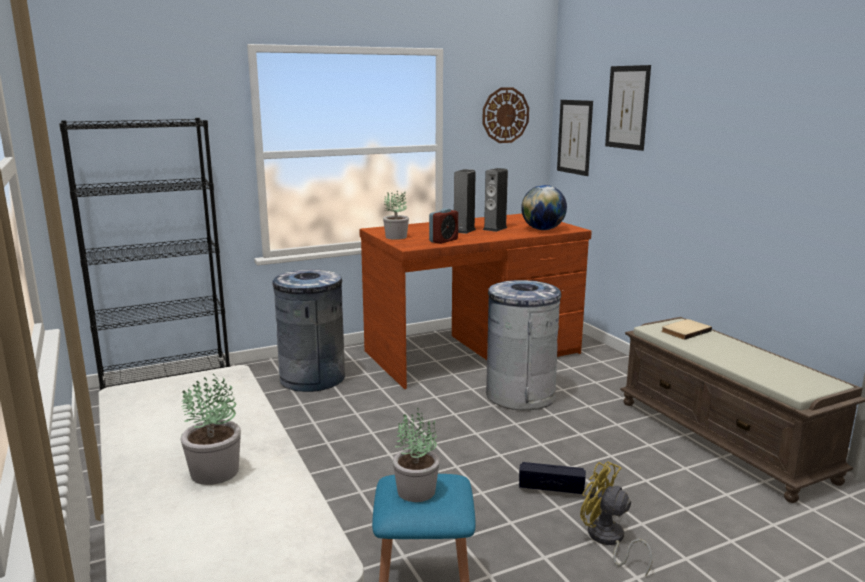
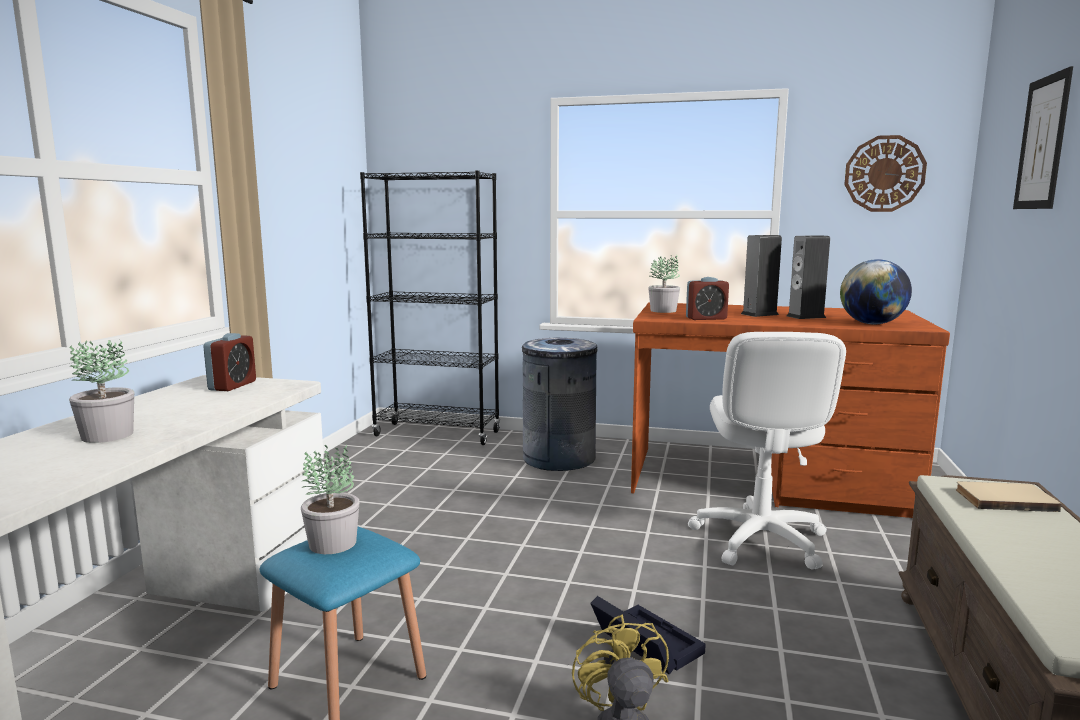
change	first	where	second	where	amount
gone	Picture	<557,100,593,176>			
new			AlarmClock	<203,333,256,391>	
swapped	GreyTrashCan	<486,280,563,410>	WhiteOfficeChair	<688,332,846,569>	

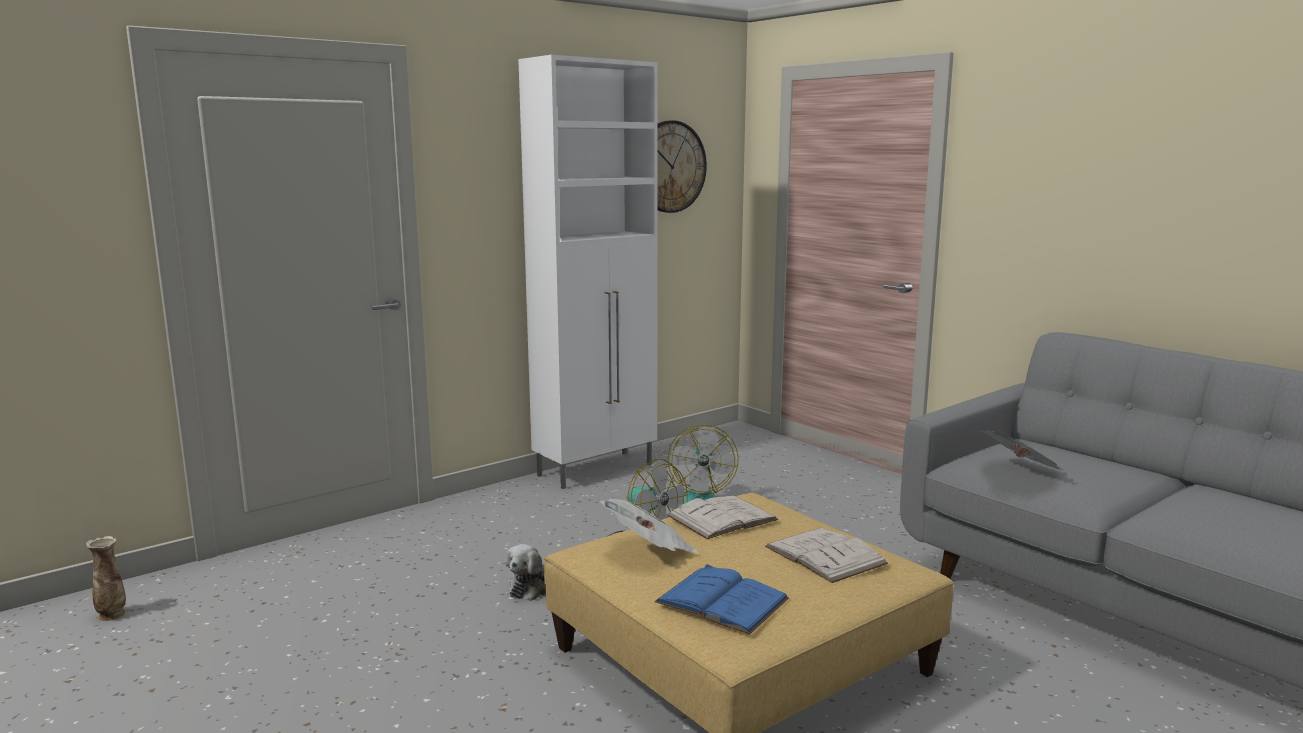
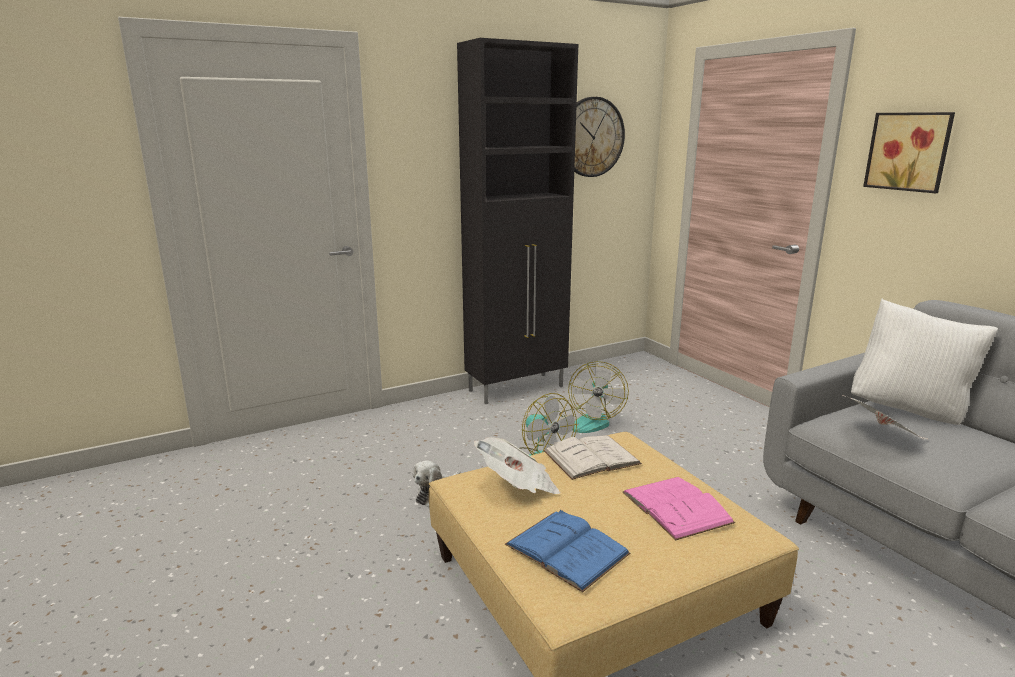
change	first	where	second	where	amount
gone	Vase	<86,536,126,621>			
new			WhitePillow	<851,299,998,425>	
new			Picture	<863,112,955,193>	
repainted	WhiteCabinet	<518,55,658,489>	BlackCabinet	<457,38,578,404>	
repainted	WhiteBook	<765,528,888,583>	PinkBook	<623,477,735,541>	

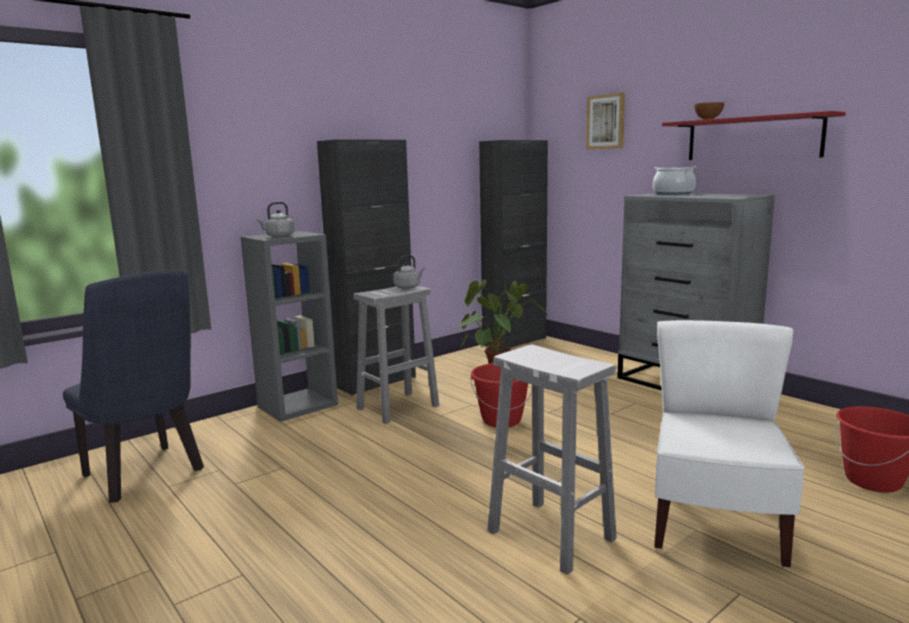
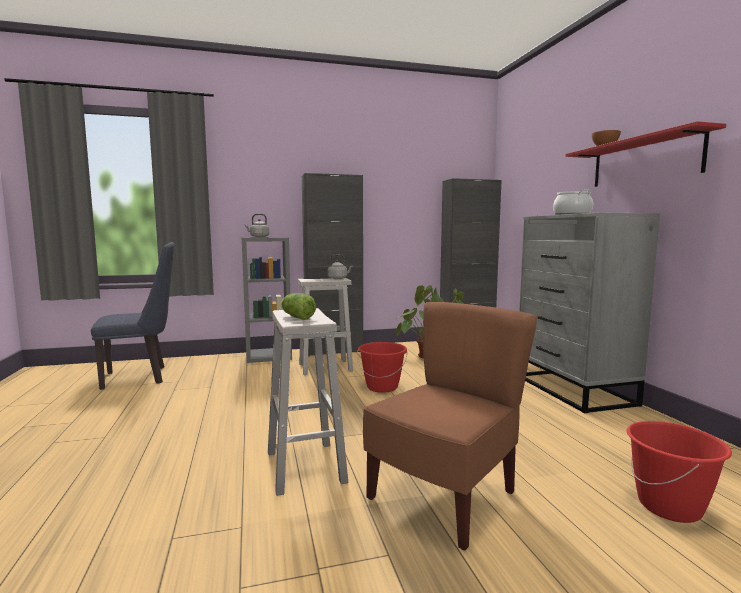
change	first	where	second	where	amount
gone	Picture	<586,93,625,149>			
new			Lettuce	<281,293,316,320>	
repainted	WhiteChair	<655,320,804,568>	BrownChair	<363,302,537,550>	
rotated	BlueChair	<63,270,204,503>		<91,242,174,390>	90 degrees counterclockwise

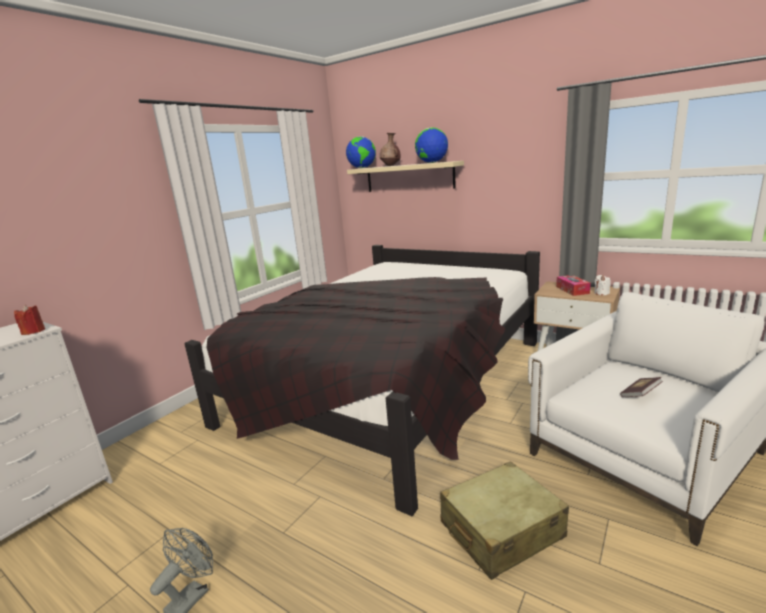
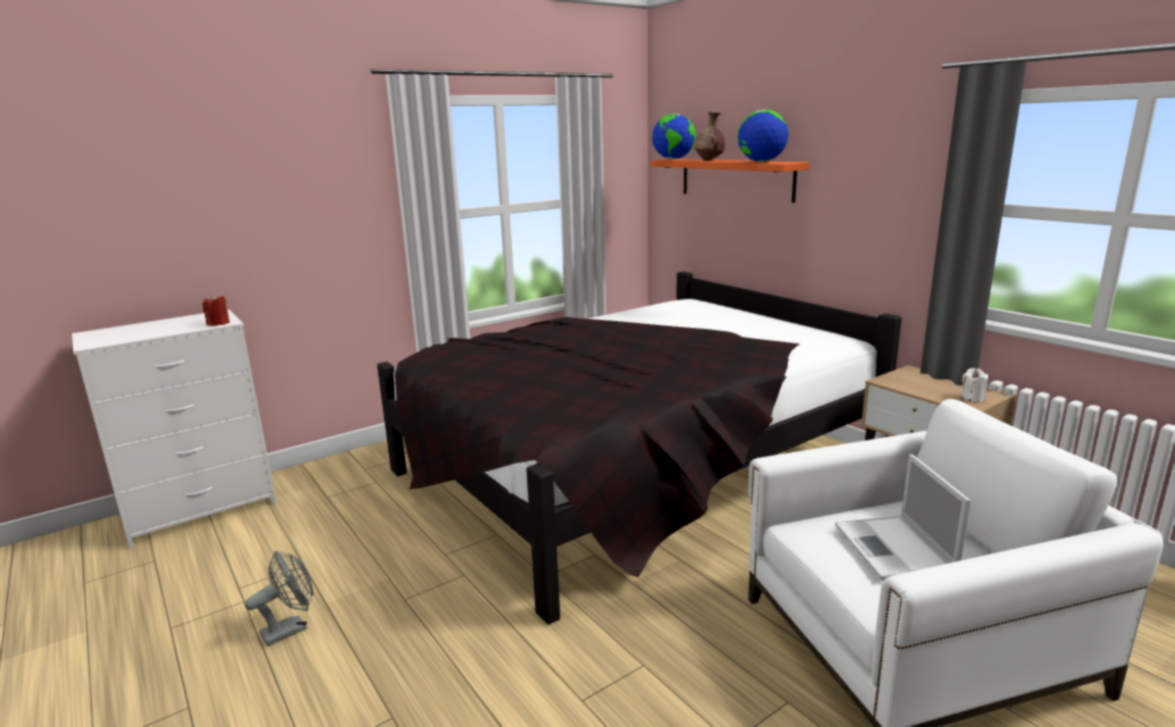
change	first	where	second	where	amount
gone	BeigeSuitcase	<440,461,569,580>			
gone	TissueBox	<556,275,591,296>			
swapped	Book	<620,377,663,397>	Laptop	<835,454,971,581>	
repainted	BeigeShelf	<347,161,464,192>	OrangeShelf	<651,159,810,203>	

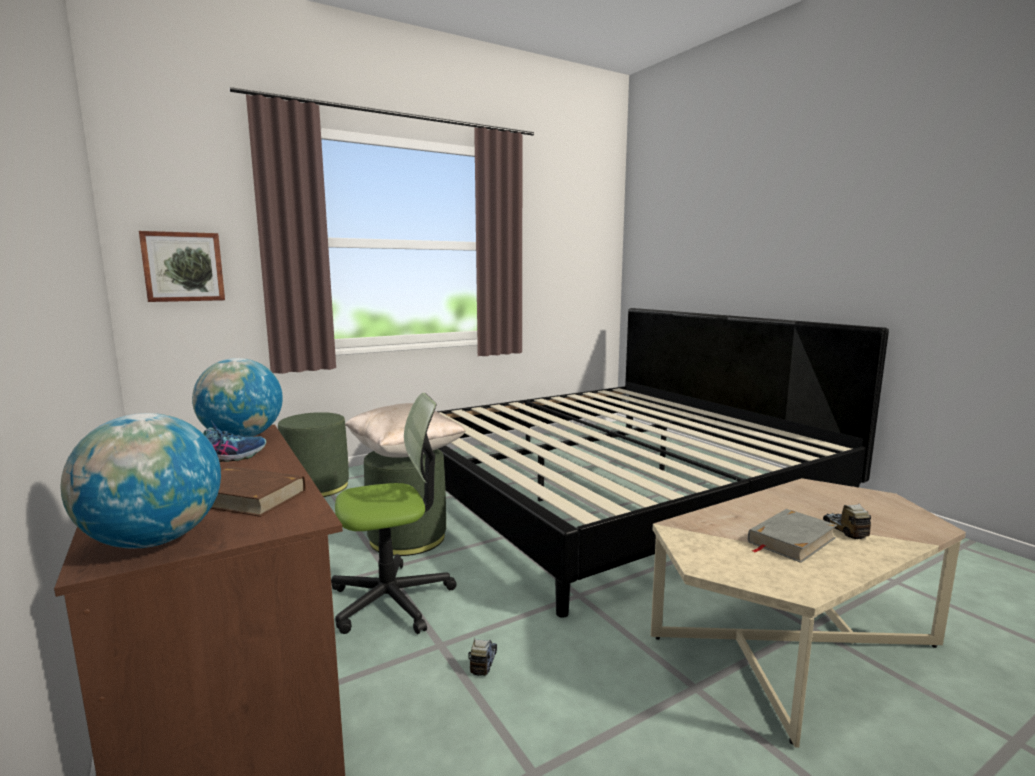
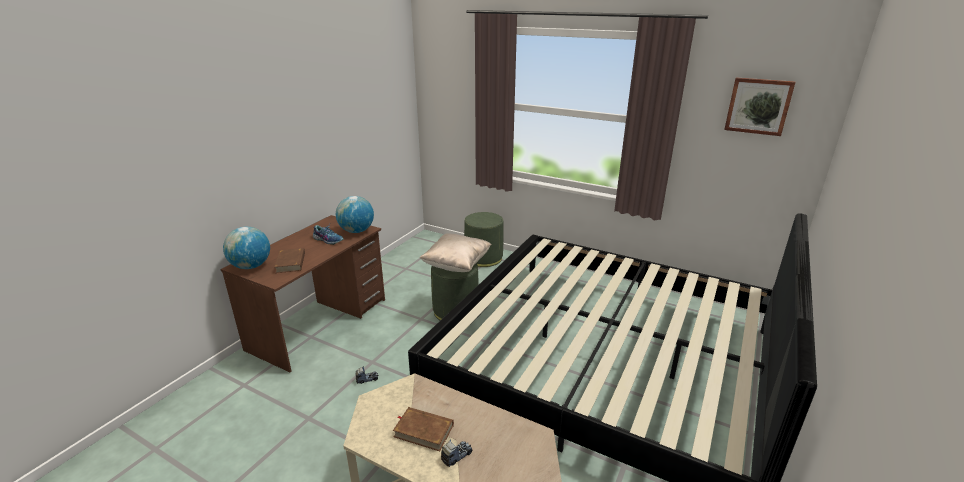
change	first	where	second	where	amount
gone	OfficeChair	<331,393,457,634>			
shifted	Picture	<139,231,225,302>		<724,77,795,136>	
repainted	GreyBook	<748,509,837,563>	BrownBook	<393,407,454,451>	

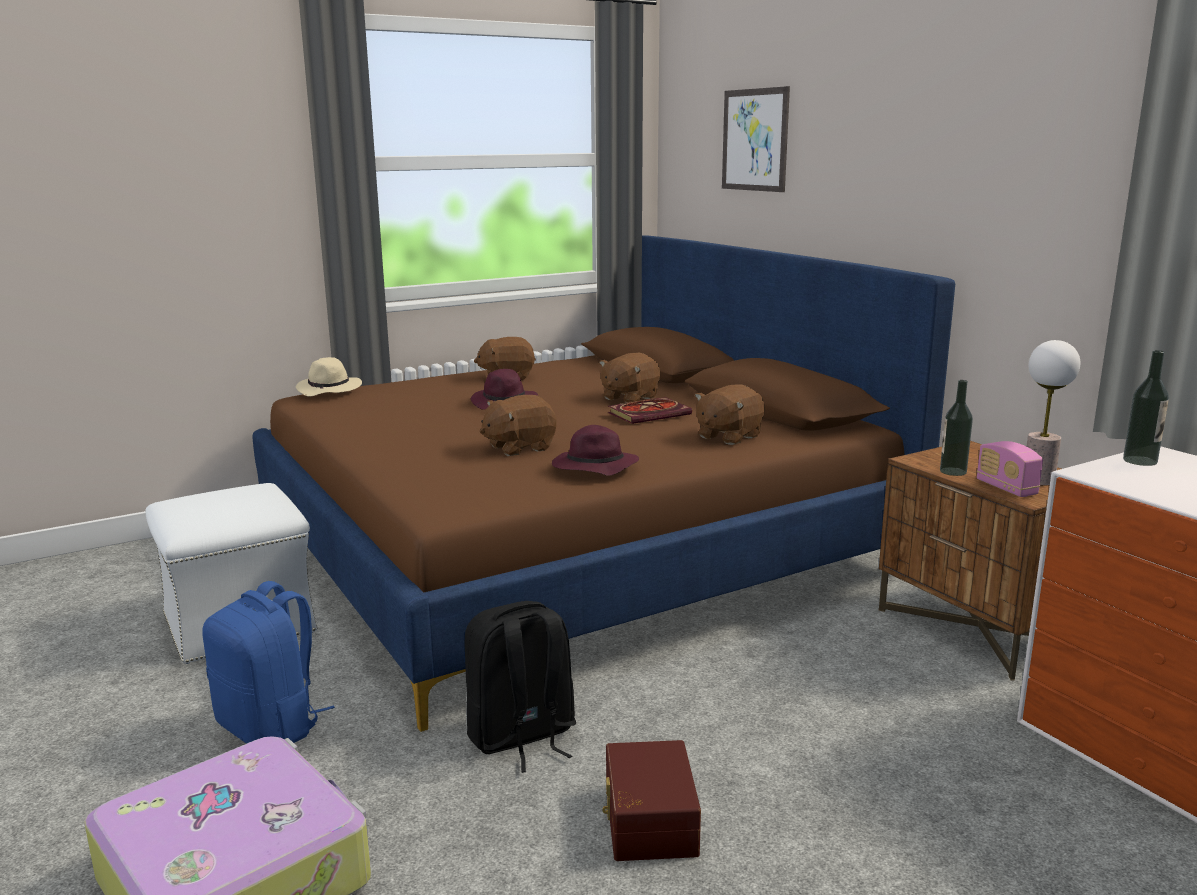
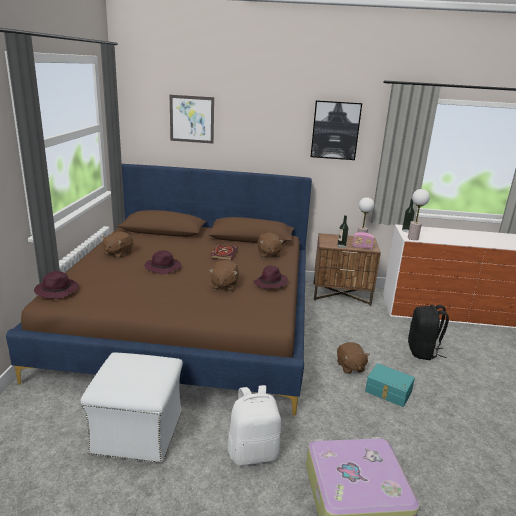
change	first	where	second	where	amount
new			Picture	<311,100,362,160>	
new			TableLamp	<408,189,430,240>	
shifted	BlackBackpack	<464,601,576,773>		<408,305,449,360>	
shifted	BrownPlushToy	<599,353,660,403>		<337,342,370,374>	
repainted	BlueBackpack	<203,581,335,744>	WhiteBackpack	<228,385,281,466>	
repainted	BeigeHat	<296,357,362,397>	PurpleHat	<34,271,79,299>	
repainted	BrownStorageBox	<602,740,701,861>	TurquoiseStorageBox	<365,363,415,407>	

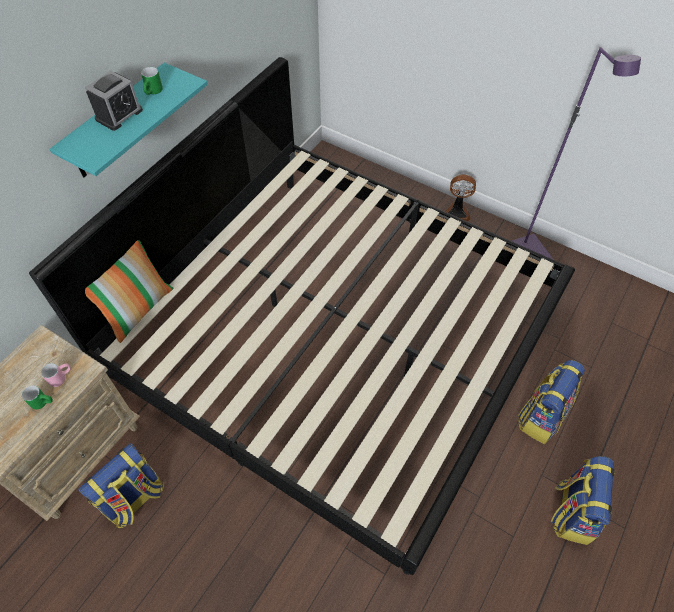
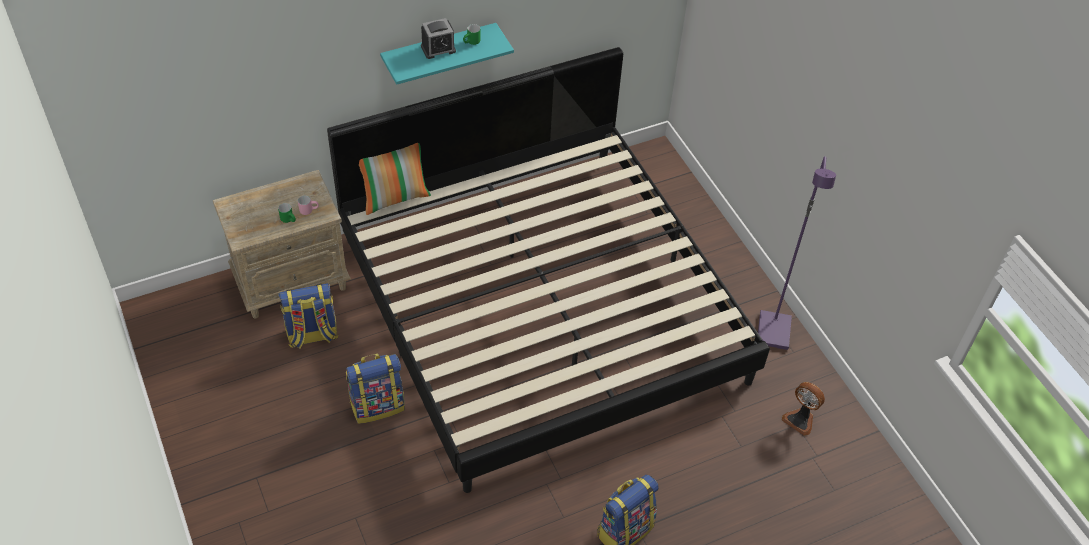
change	first	where	second	where	amount
shifted	Fan	<445,175,476,222>		<782,382,825,436>	
shifted	Backpack	<518,360,585,444>		<346,353,405,424>	

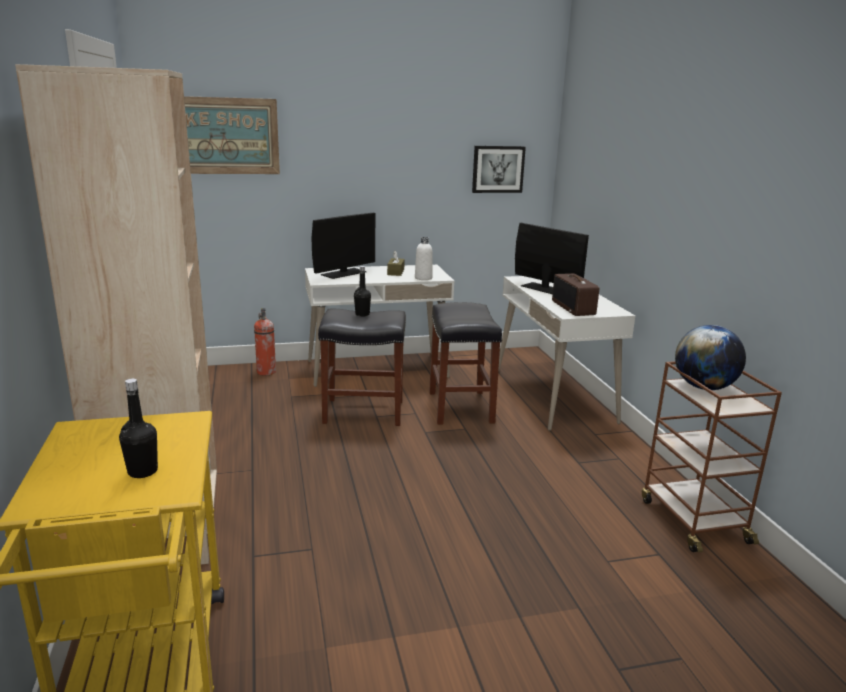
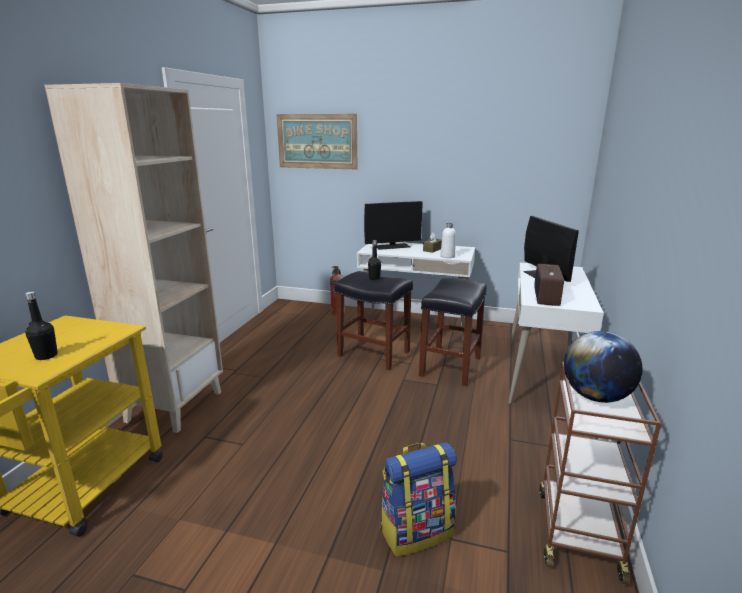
change	first	where	second	where	amount
gone	Picture	<472,146,526,193>			
new			Backpack	<380,442,457,557>	

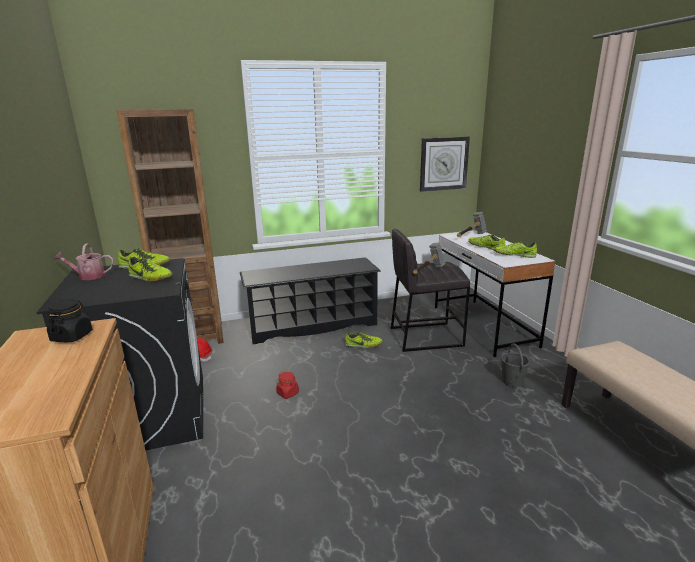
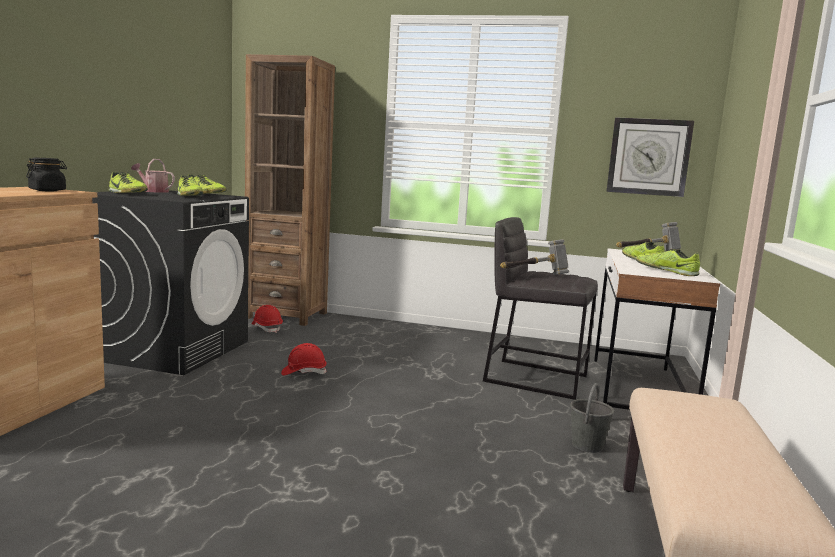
change	first	where	second	where	amount
gone	BlackShoeRack	<240,257,381,344>			
shifted	Shoe	<345,332,383,348>		<109,172,148,193>	
swapped	RedJar	<276,372,299,399>	RedHardHat	<281,343,327,376>	

